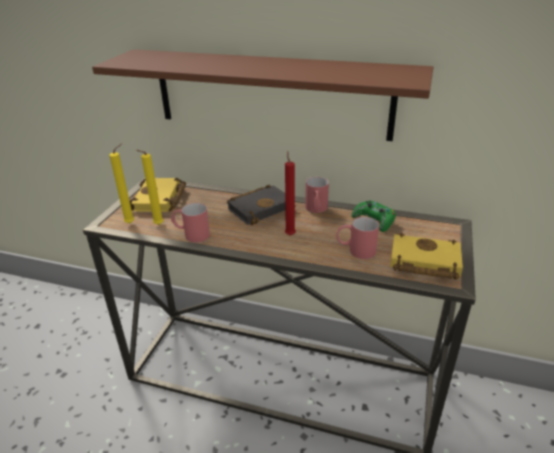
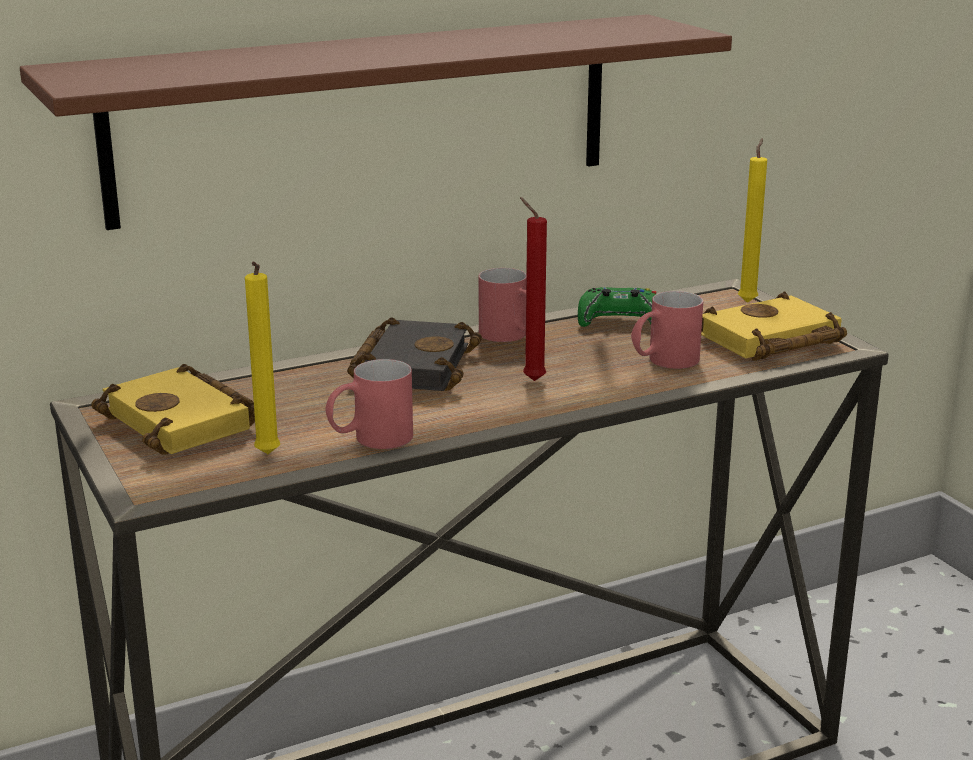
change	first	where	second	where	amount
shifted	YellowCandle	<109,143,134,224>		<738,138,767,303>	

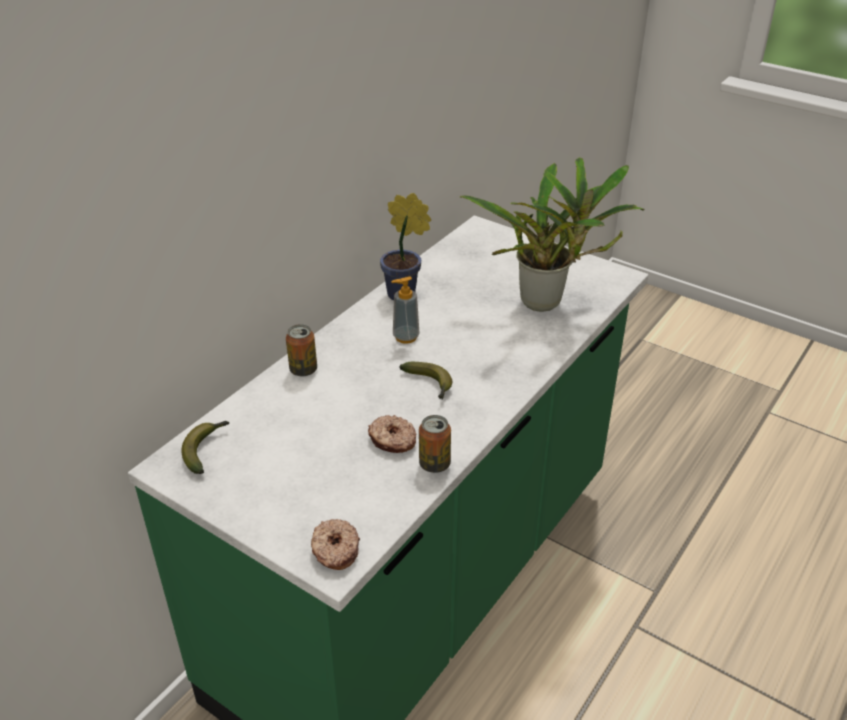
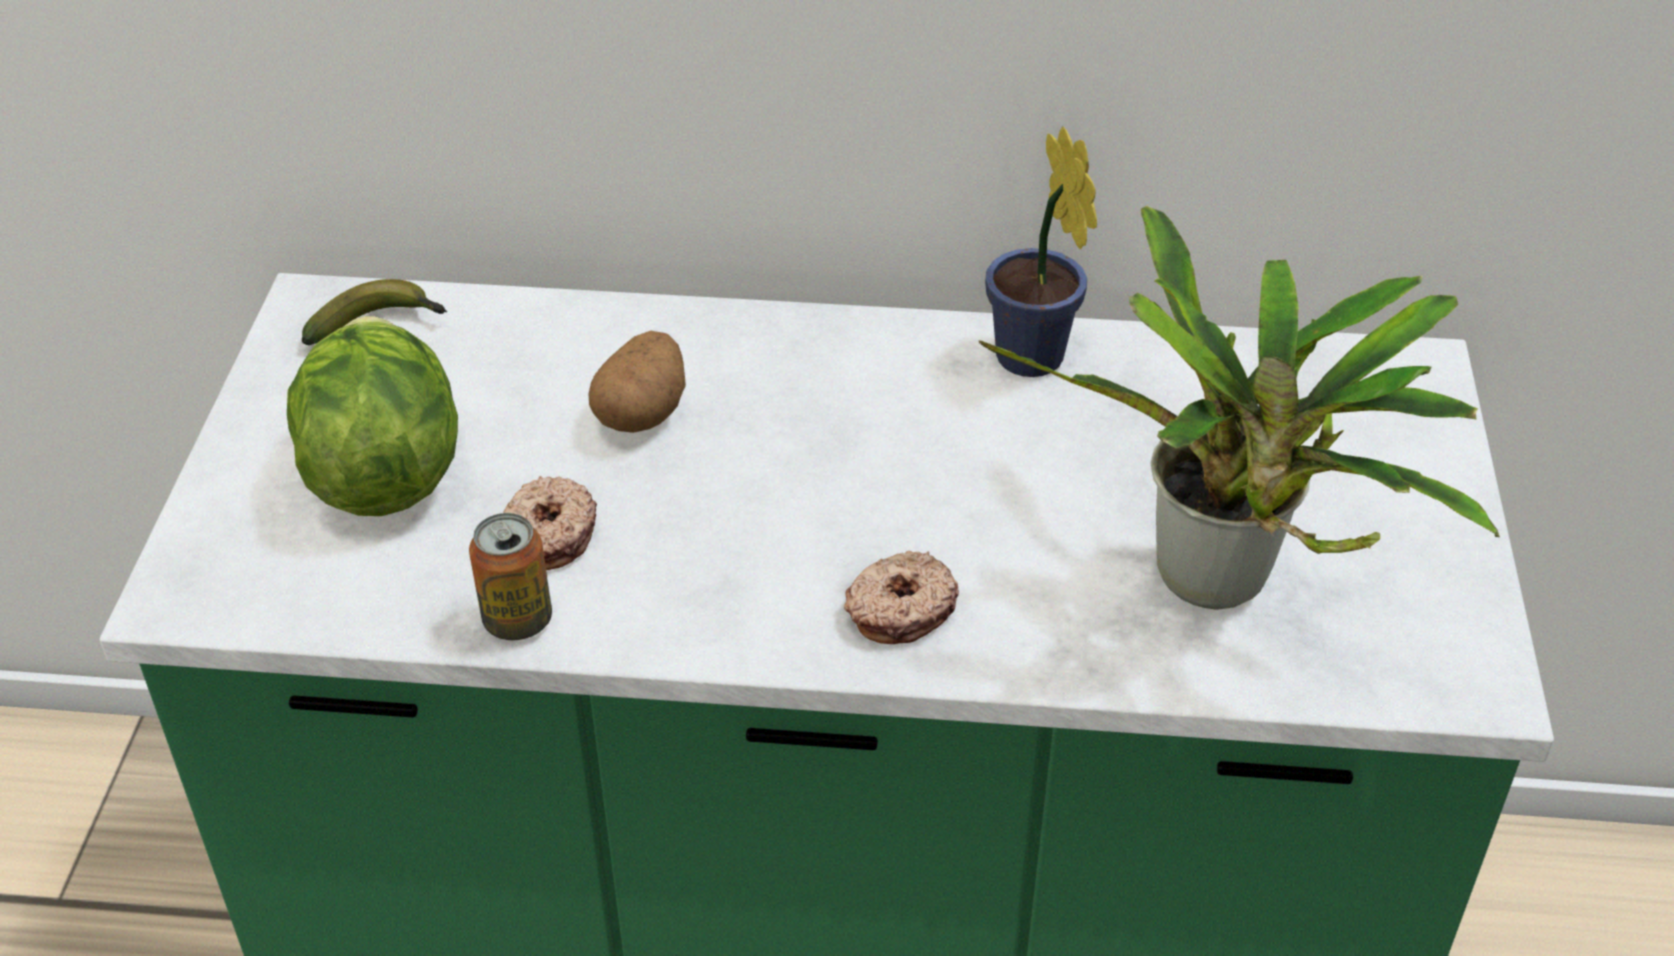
change	first	where	second	where	amount
gone	Can	<286,324,317,376>			
gone	SoapDispenser	<391,276,420,344>			
gone	Banana	<399,362,452,400>			
new			Lettuce	<287,316,458,516>	
new			Potato	<589,331,686,433>	
shifted	Donut	<311,519,360,570>		<844,551,959,644>	

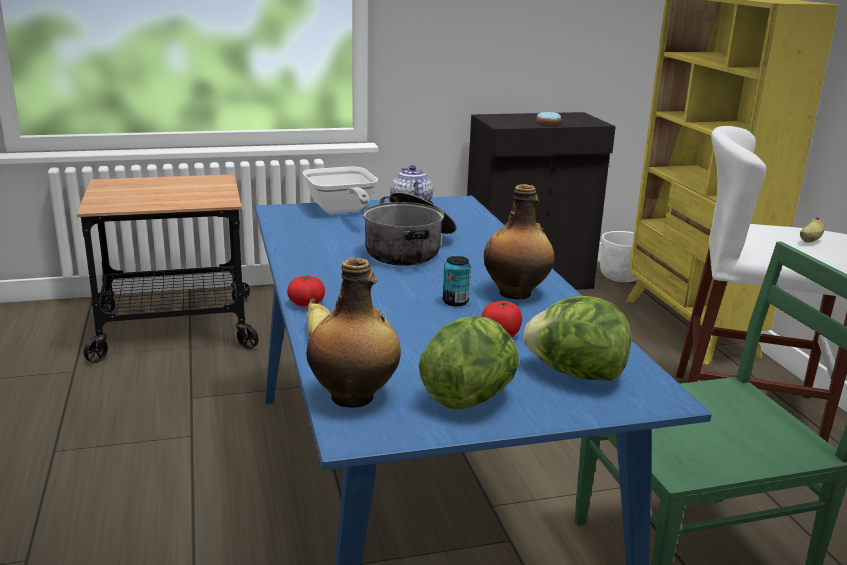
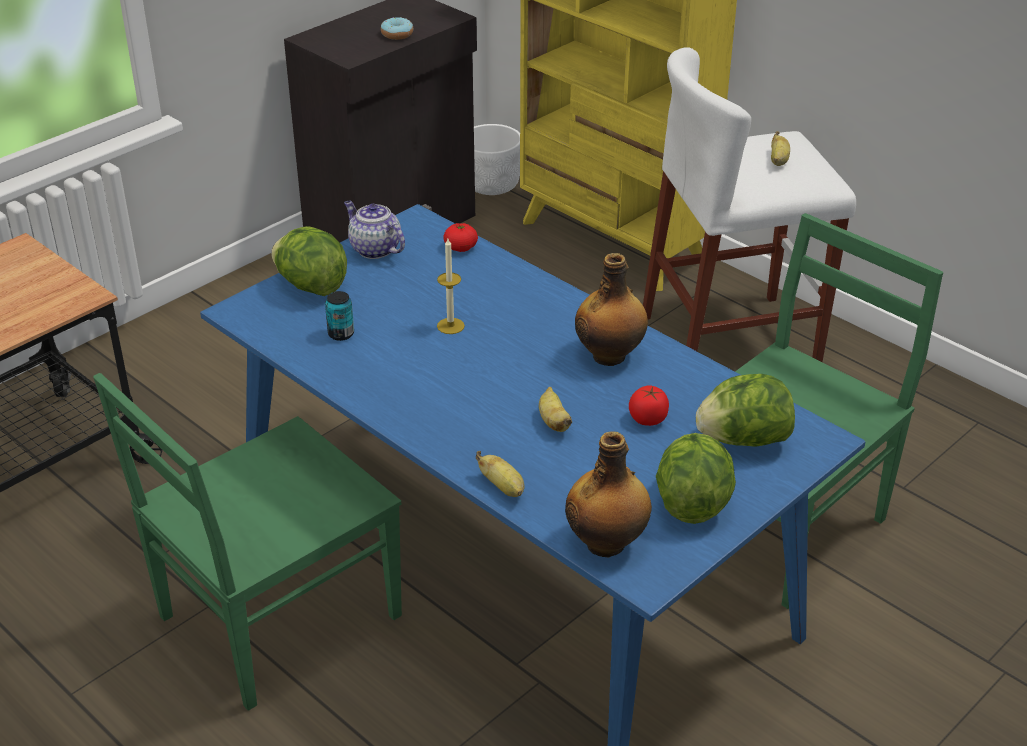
change	first	where	second	where	amount
new			GreenChair	<93,373,402,711>	
new			Banana	<539,387,572,432>	
shifted	Tomato	<287,276,325,306>		<443,223,478,252>	
shifted	Can	<443,256,471,306>		<325,291,354,341>	
swapped	FryingPan	<302,166,378,213>	Lettuce	<271,226,347,296>	
swapped	CookingPot	<363,192,457,266>	Candle	<437,239,465,334>	

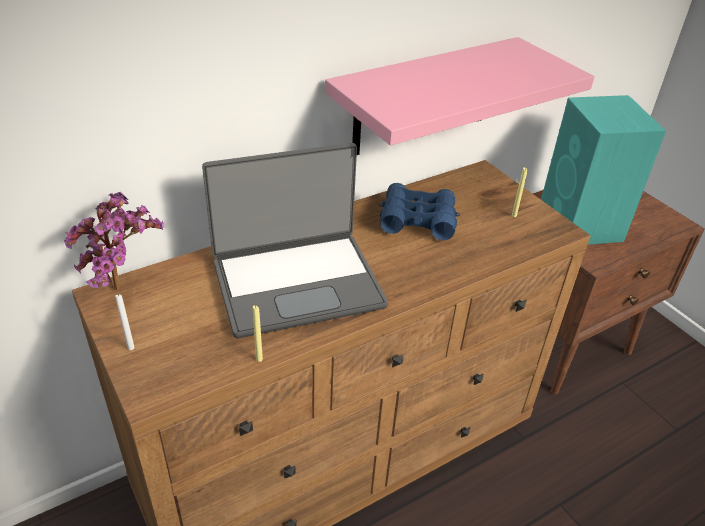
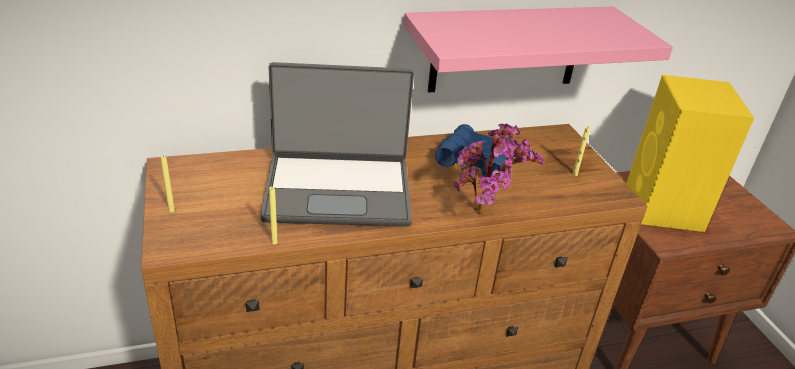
change	first	where	second	where	amount
shifted	PottedPlant	<64,192,164,290>		<454,123,544,214>	
repainted	WhiteCandle	<115,294,135,350>	YellowCandle	<161,156,175,212>	
repainted	TurquoiseSpeaker	<541,95,666,245>	YellowSpeaker	<626,75,754,232>	

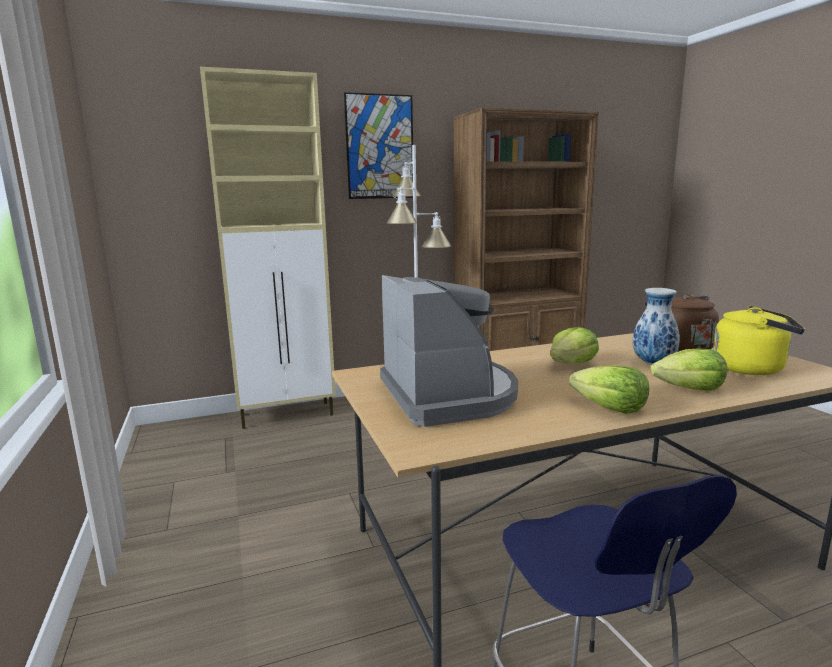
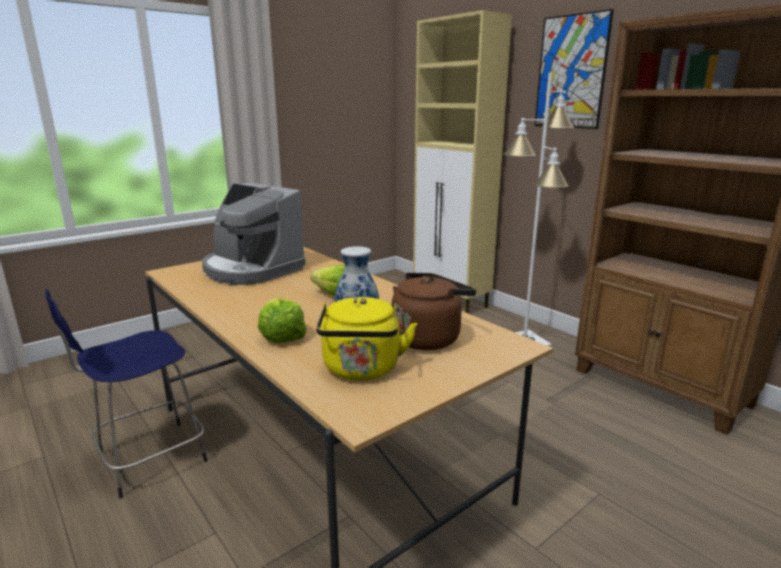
change	first	where	second	where	amount
gone	Lettuce	<569,365,650,414>			
rotated	CoffeeMachine	<380,275,518,427>		<202,183,306,285>	75 degrees clockwise

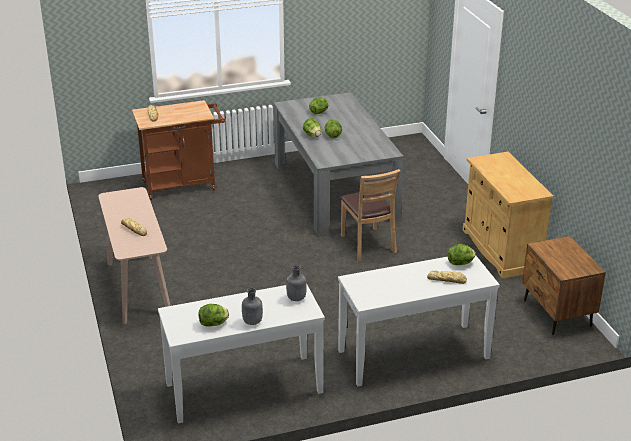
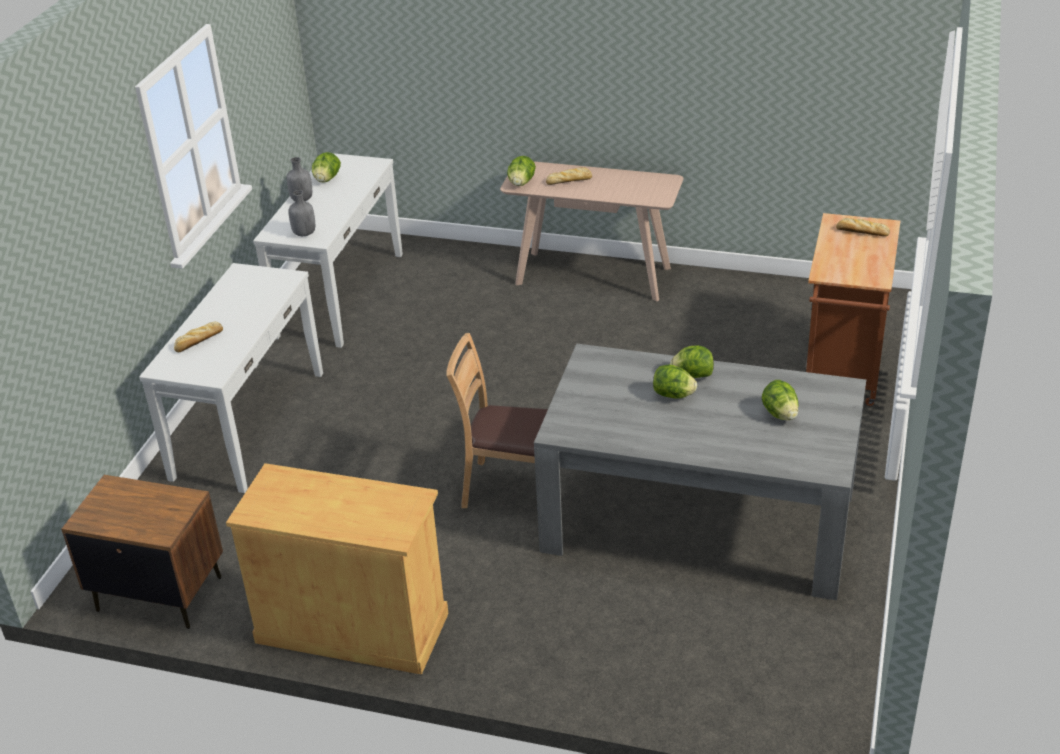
change	first	where	second	where	amount
shifted	Lettuce	<447,244,475,265>		<507,156,536,186>	

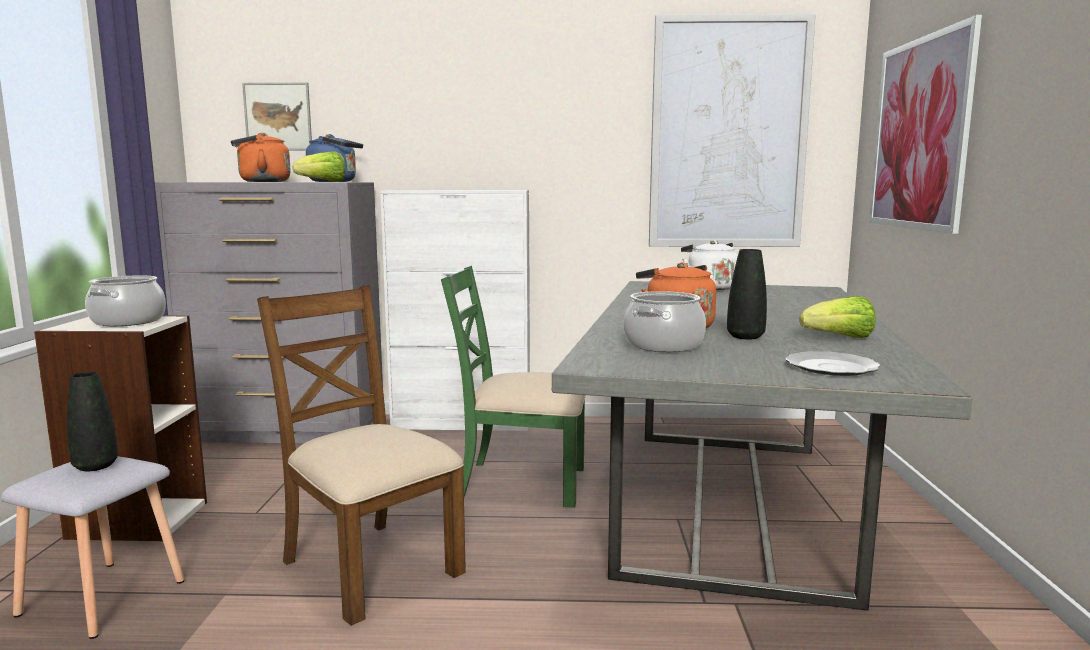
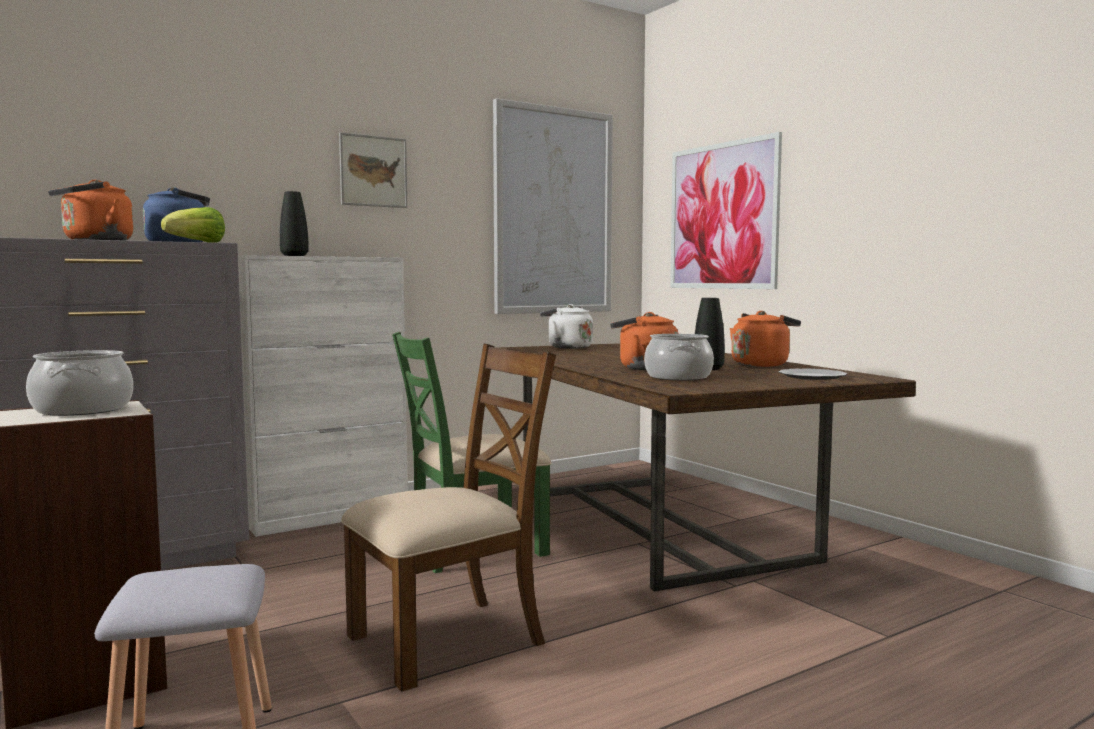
change	first	where	second	where	amount
shifted	BlackVase	<67,371,118,471>		<280,191,309,256>	
shifted	Picture	<242,82,312,150>		<339,132,407,208>	
swapped	Lettuce	<800,296,876,338>	OrangeKettle	<730,311,801,367>	
repainted	GreyDiningTable	<552,281,972,611>	BrownDiningTable	<497,343,916,591>	
rotated	BrownChair	<257,285,466,626>		<341,344,556,691>	135 degrees clockwise

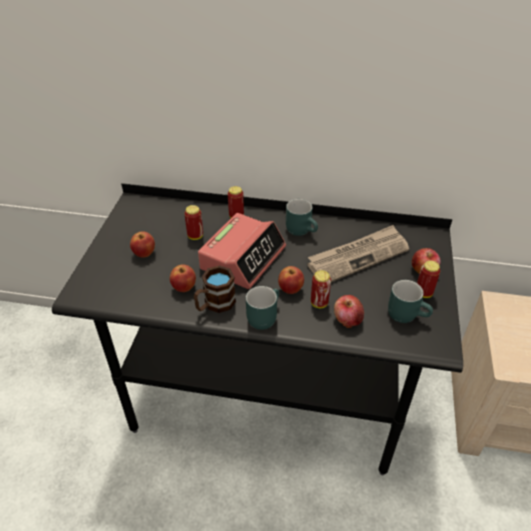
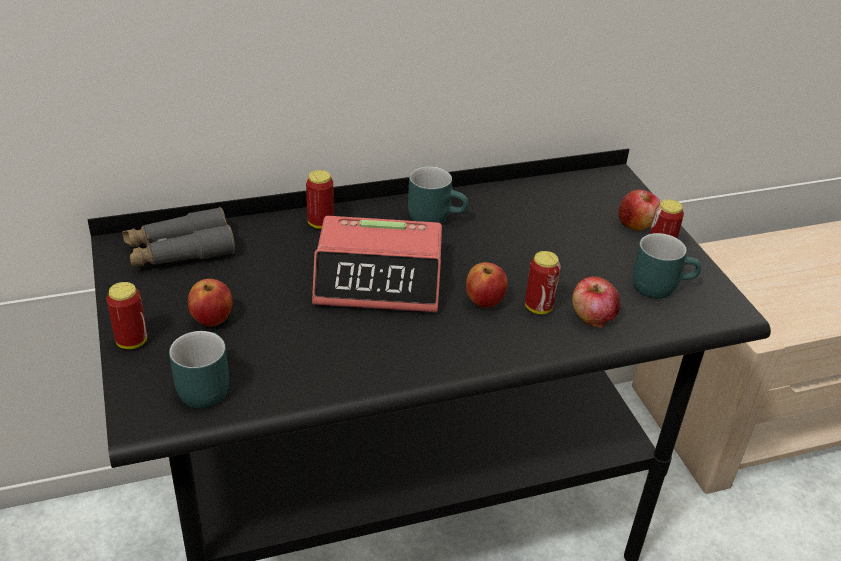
change	first	where	second	where	amount
gone	Apple	<170,264,196,292>			
gone	BrownMug	<194,265,236,313>			
gone	Newspaper	<307,225,409,282>			
new			GreyBinoculars	<122,207,235,267>	
shifted	Can	<184,205,203,240>		<106,282,147,349>	
shifted	TurquoiseMug	<246,286,279,330>		<169,331,229,408>	
rotated	AlarmClock	<198,213,286,289>		<312,216,442,312>	90 degrees clockwise

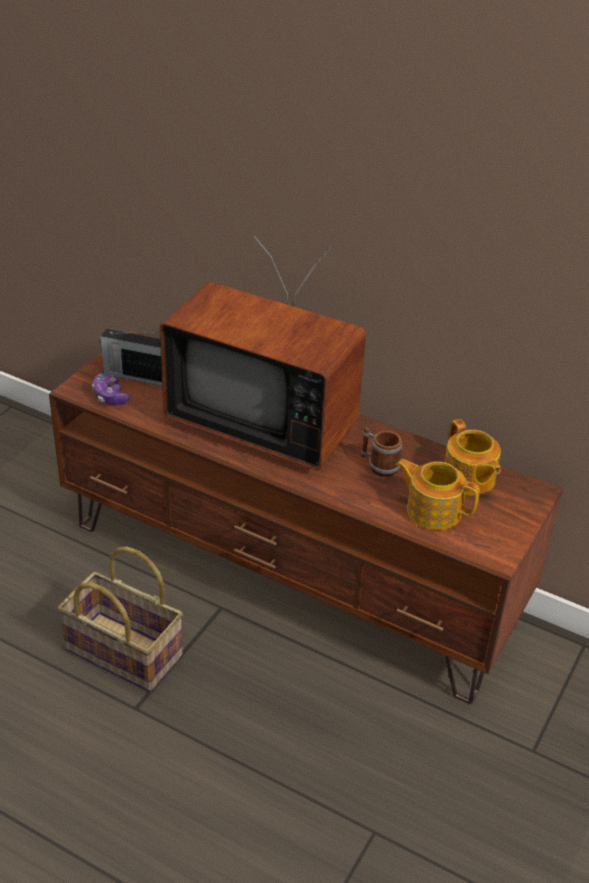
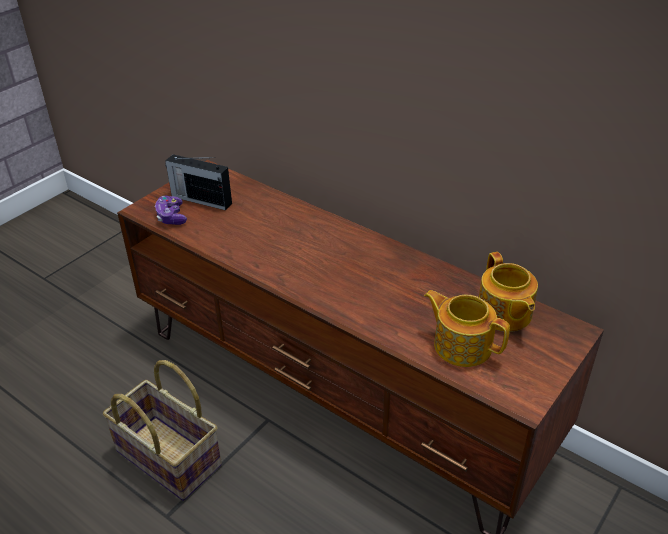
change	first	where	second	where	amount
gone	Television	<160,236,366,470>			
gone	Mug	<360,427,402,477>			

